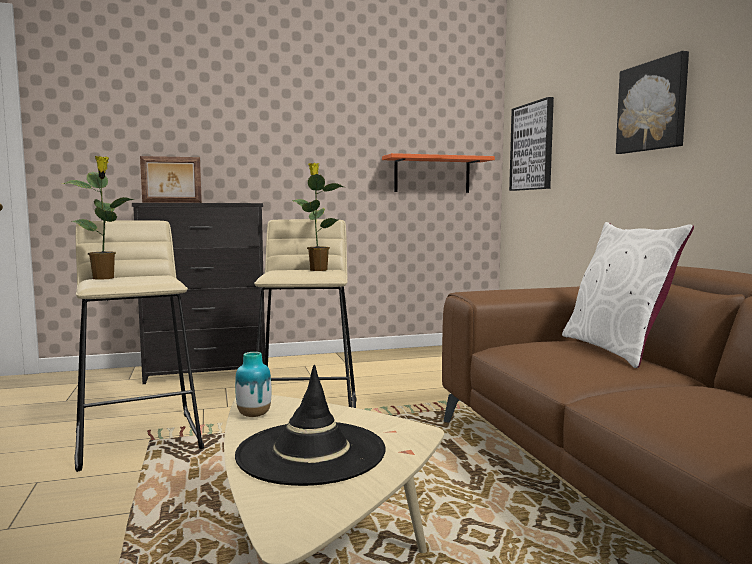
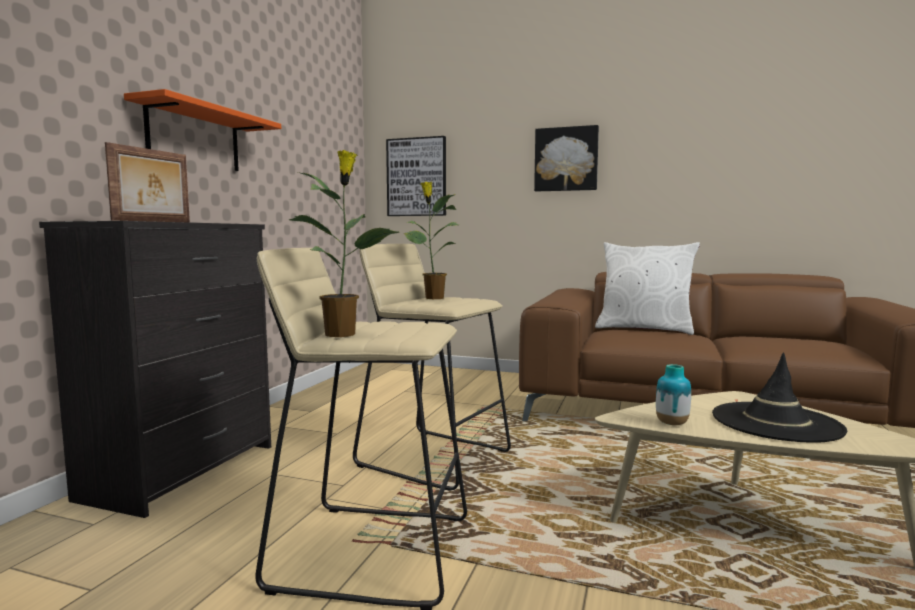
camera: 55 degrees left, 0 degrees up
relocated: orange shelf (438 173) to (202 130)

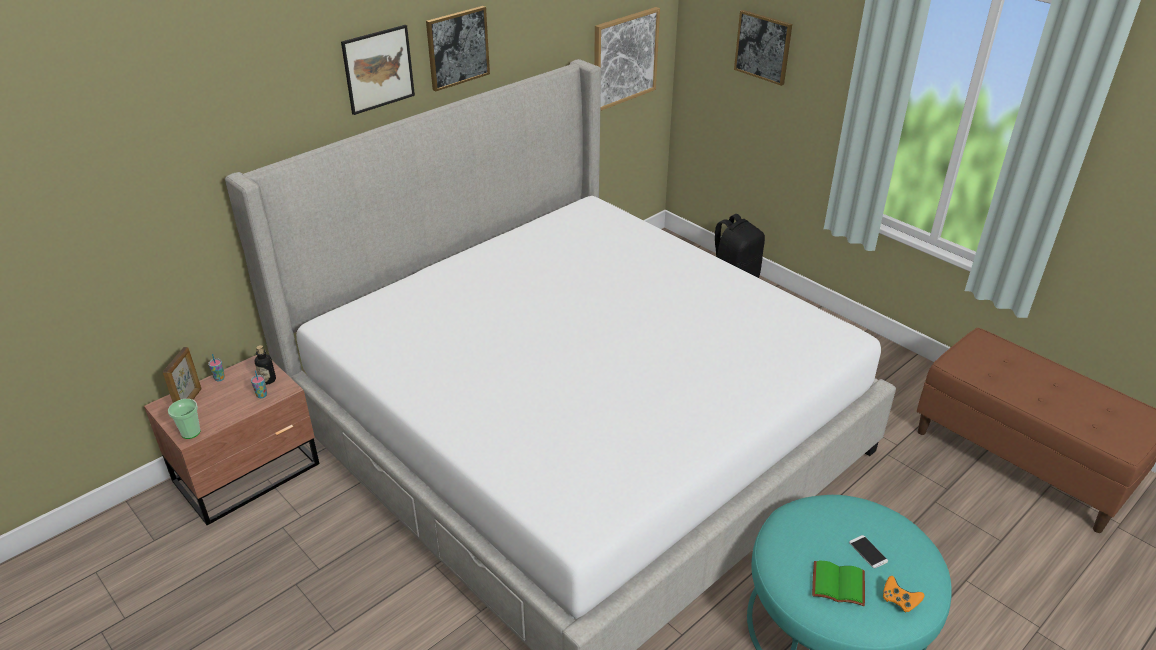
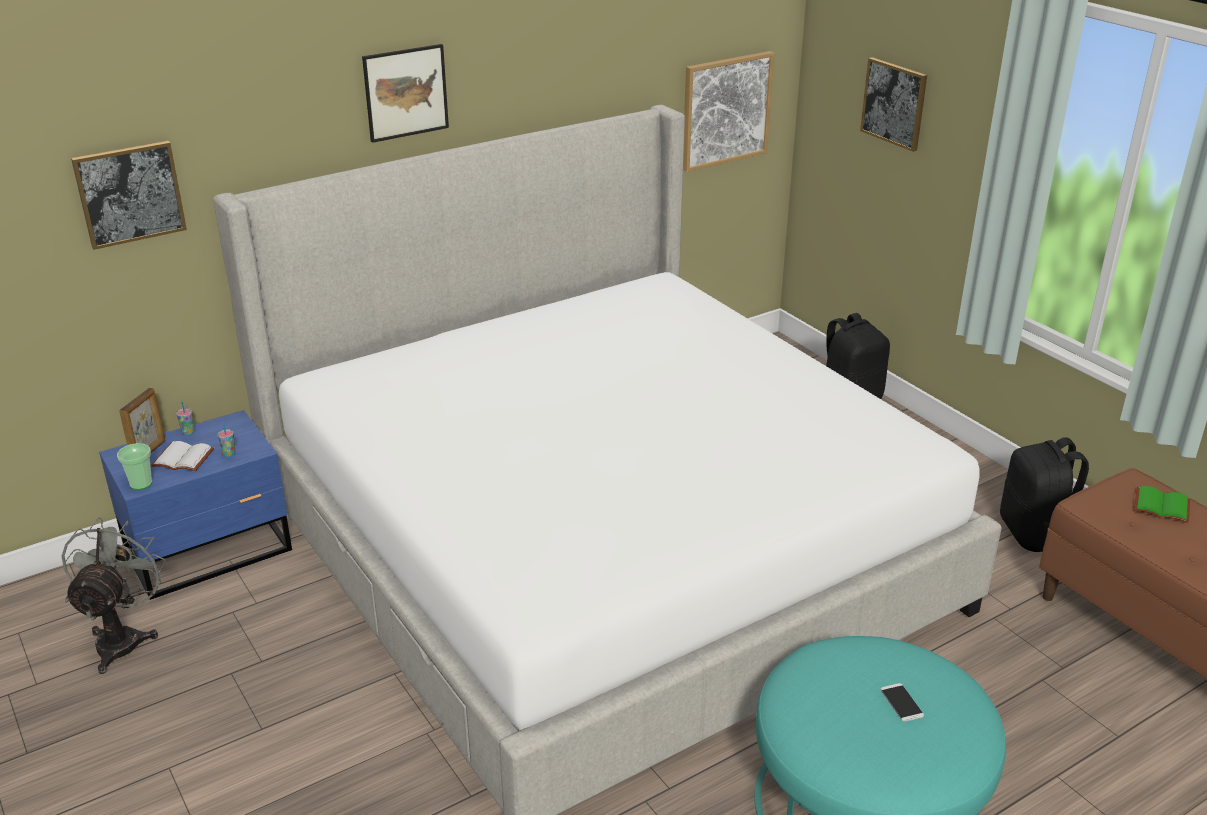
camera: 10 degrees right, 5 degrees down
missing: bottle (265 365); orange game controller (904 594)
appeared: grey fan (114 596); white book (182 456); black backpack (1044 494)
relocated: picture (458 49) to (129 195); green book (838 583) to (1162 504)
colour: brown nightstand (232 440) to blue nightstand (195 505)

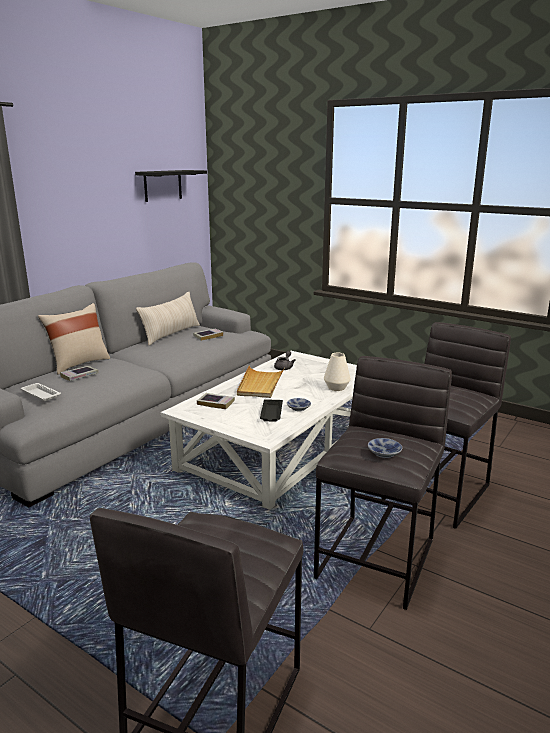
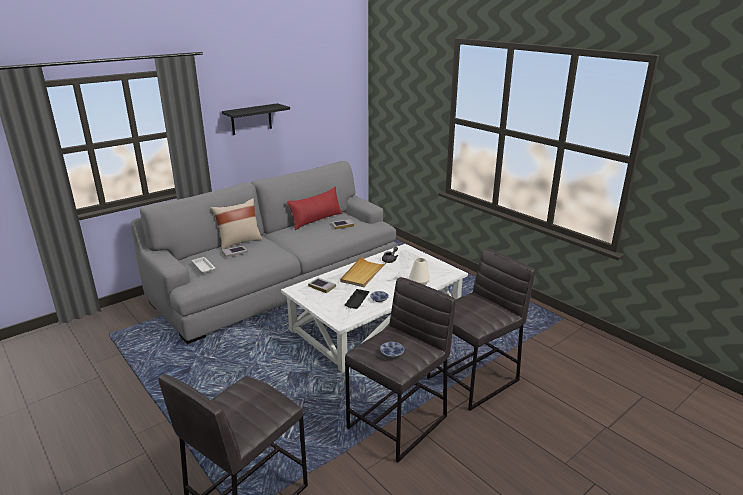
camera: 15 degrees right, 5 degrees up
relocated: black shelf (171 186) to (256 119)
colour: beige pillow (168 318) to red pillow (314 208)

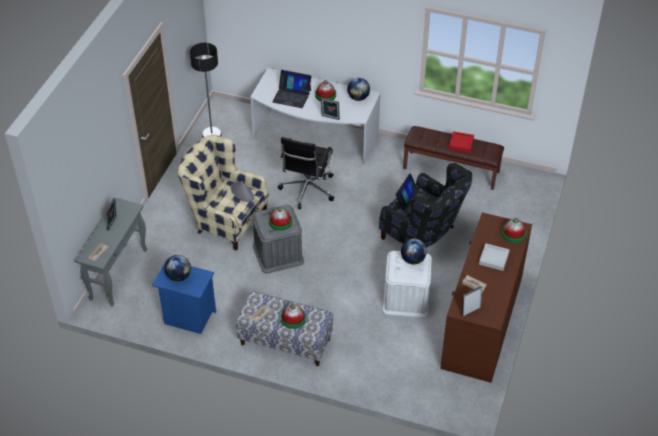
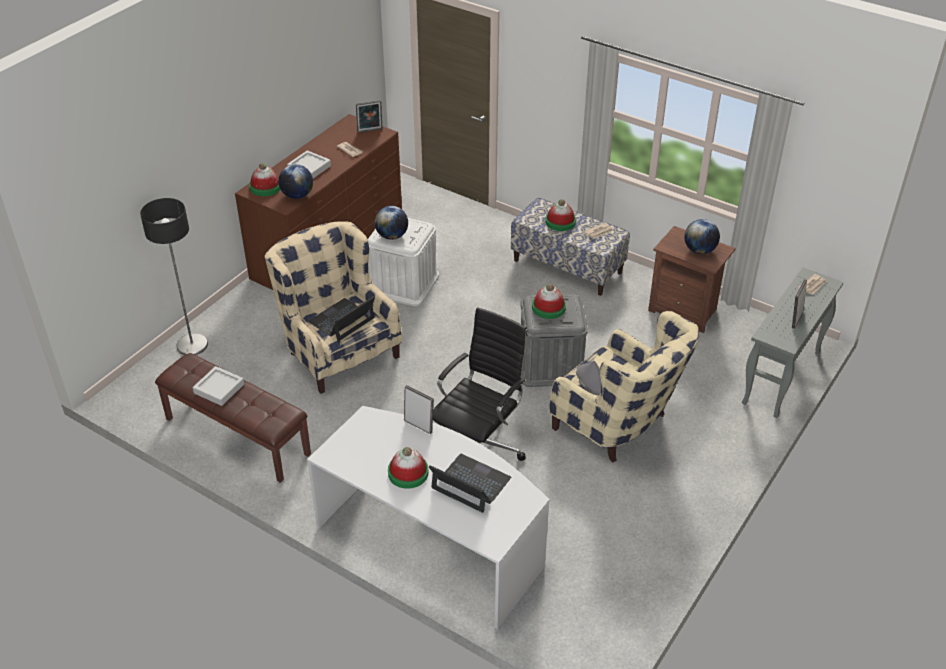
camera: 165 degrees left, 5 degrees down
relocated: floor lamp (206 90) to (174 276); globe (358 89) to (295 181)
colour: blue nightstand (184 297) to brown nightstand (692 279); black armchair (425 205) to beige armchair (333 307); red tray (461 142) to grey tray (218 386)

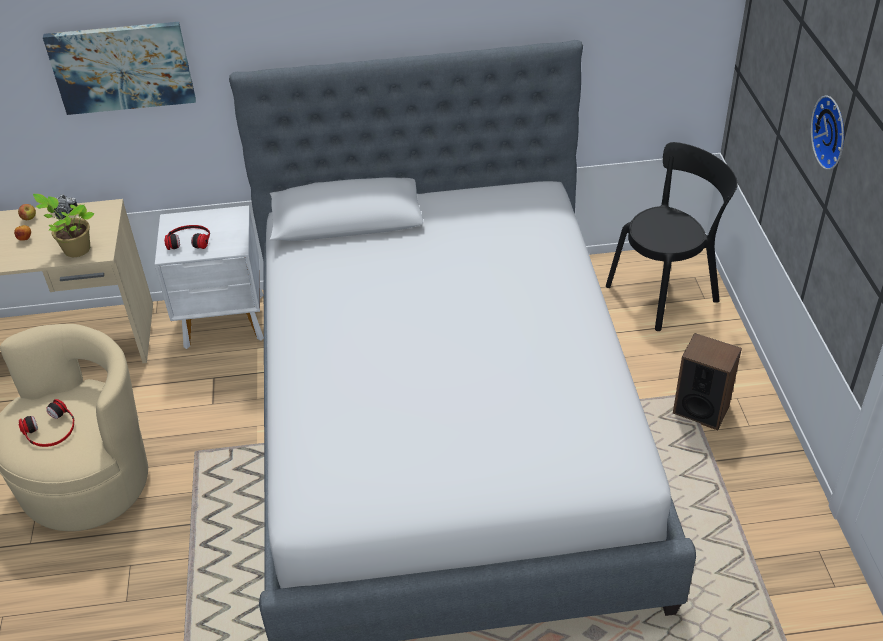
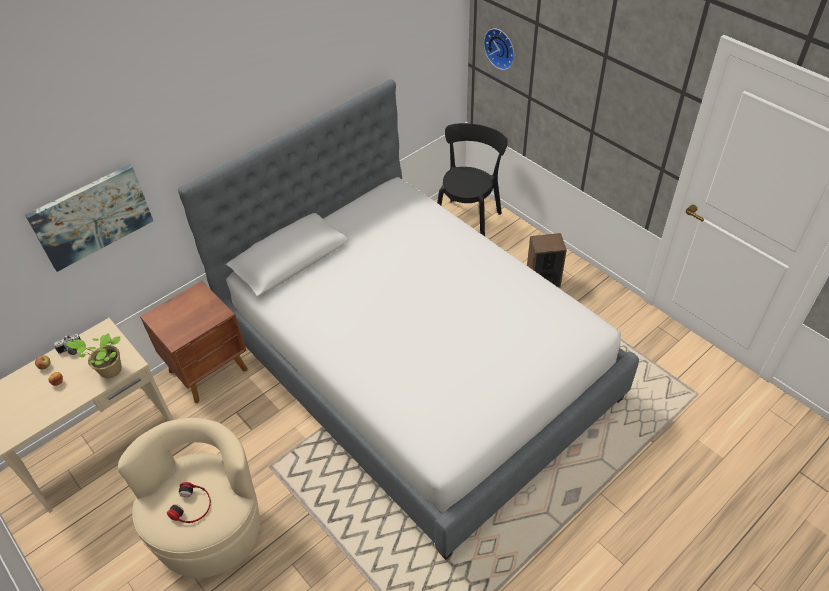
camera: 35 degrees left, 5 degrees up
missing: headphones (187 237)
relocated: wall clock (827 132) to (499 49)
colour: white nightstand (209 277) to brown nightstand (194 342)

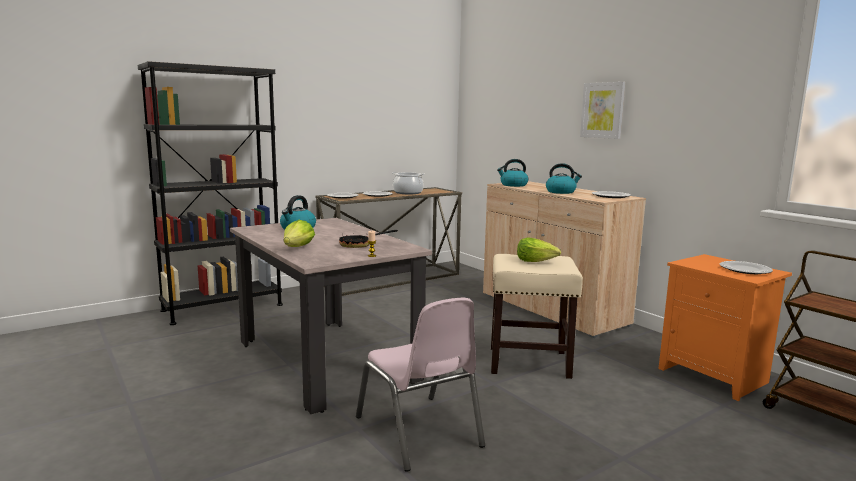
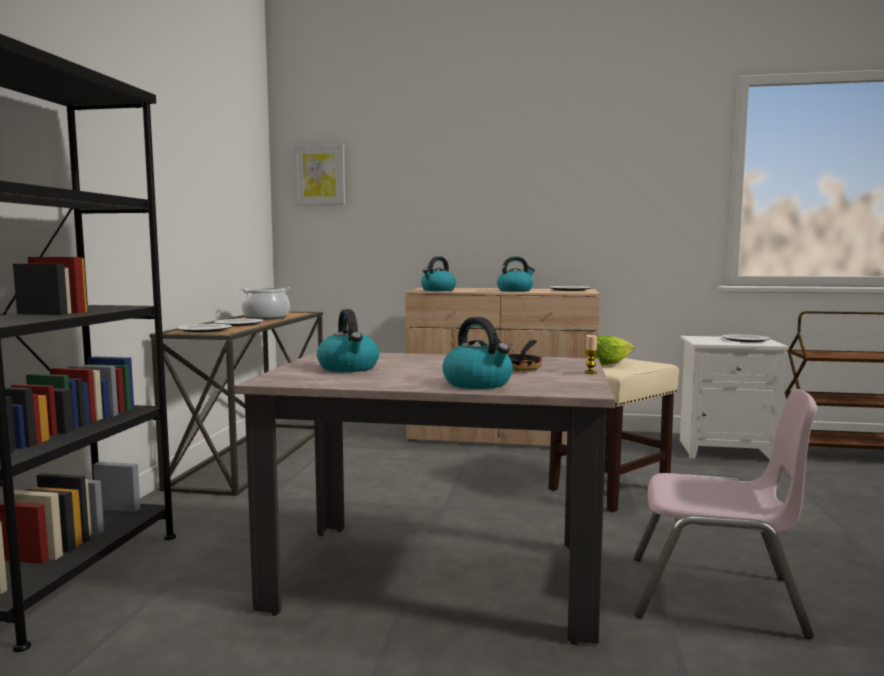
camera: 45 degrees left, 5 degrees down
relocated: picture (602 110) to (319 175)
exchanged: lettuce (299 233) to kettle (477 353)
colour: orange nightstand (725 327) to white nightstand (734 397)

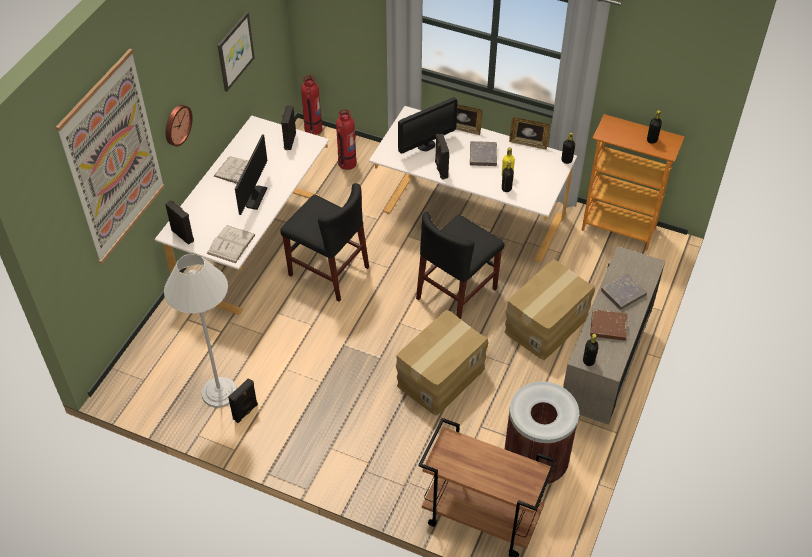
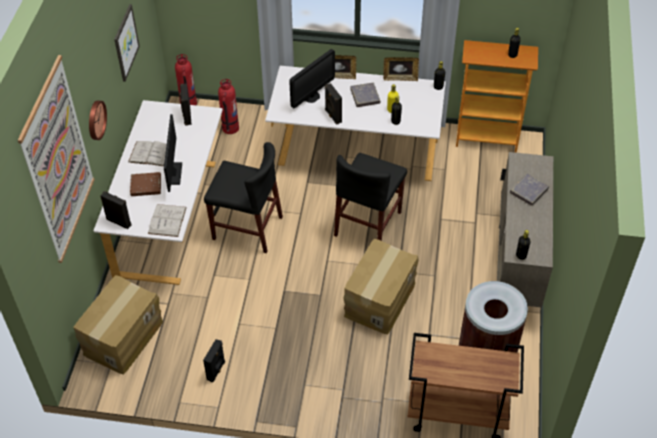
camera: 15 degrees left, 0 degrees up
missing: white floor lamp (200 330)
relocated: cardboard box (549 309) to (118 324); brown book (609 325) to (145 184)

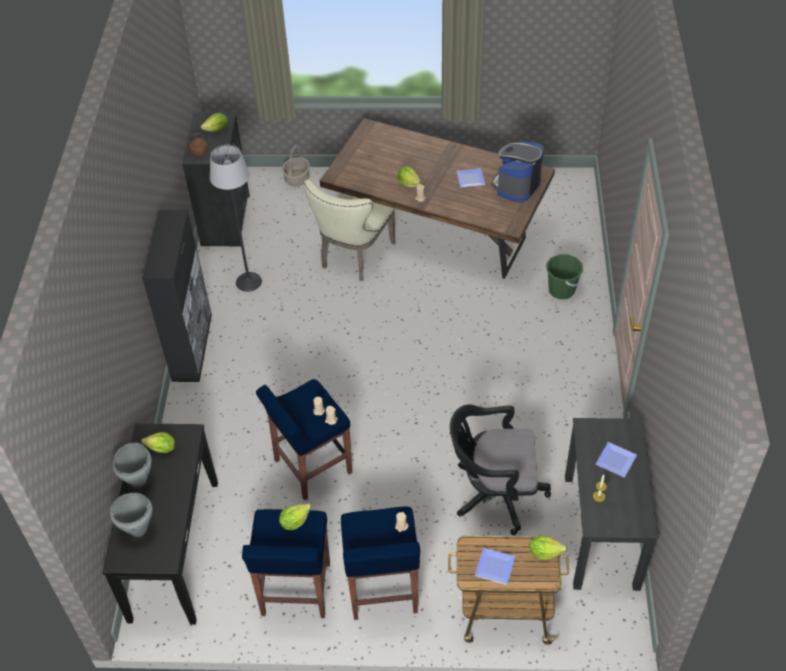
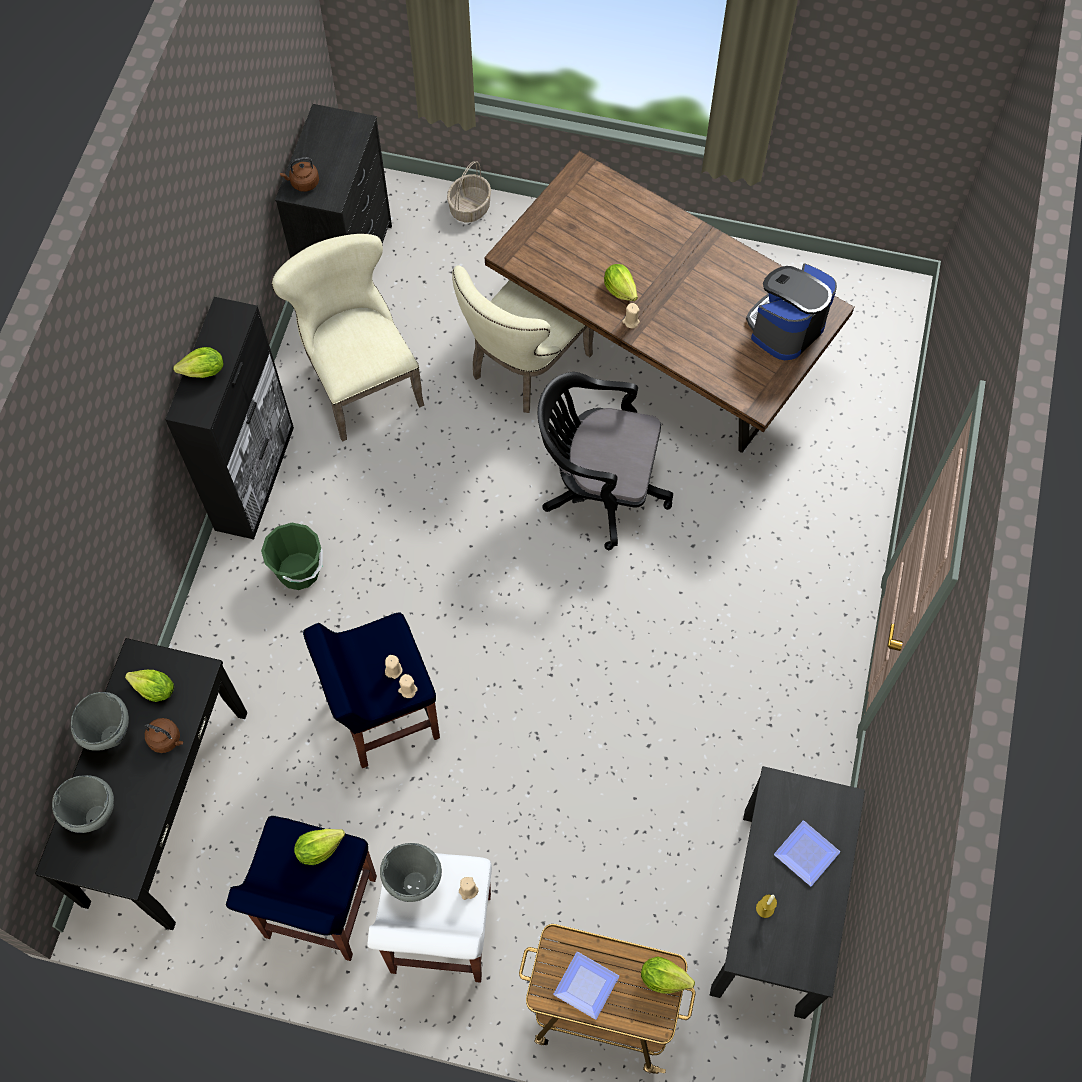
camera: 10 degrees right, 15 degrees up
missing: plate (471 178)
appeared: brown kettle (164 735); grey cooking pot (411 872)
relocated: lettuce (214 122) to (198 362); black office chair (500 469) to (605 461); green bucket (564 276) to (292 556)
exchanged: floor lamp (236 218) to beige chair (348 337)
colour: blue stool (380 563) to white stool (429 916)

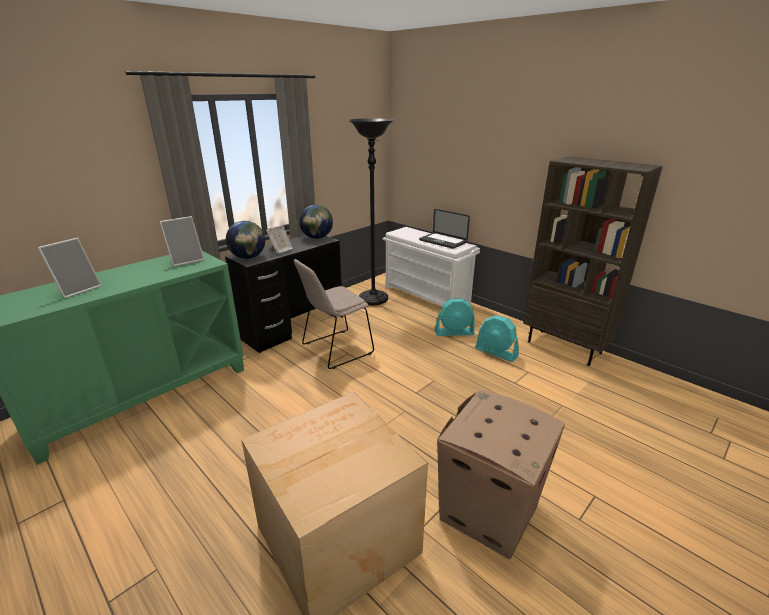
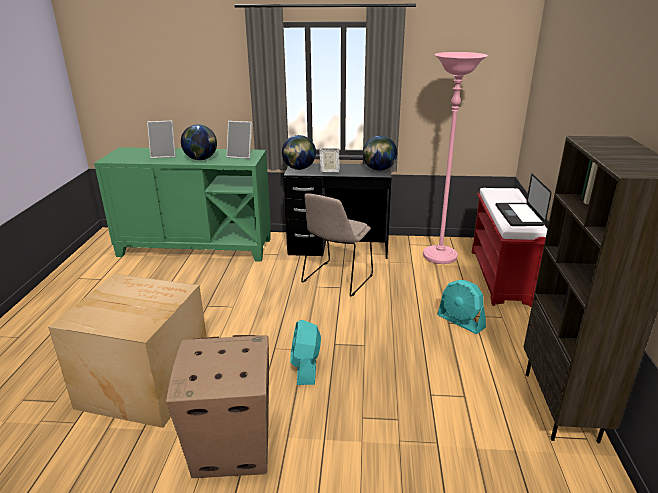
camera: 50 degrees right, 0 degrees up
appeared: globe (199 142)
relocated: turquoise fan (497 338) to (305 352)
colour: black floor lamp (371 212) to pink floor lamp (455 158); white bench (431 266) to red bench (509 247)
spun: beige chair (334 314) = (337 244) 75 degrees counterclockwise

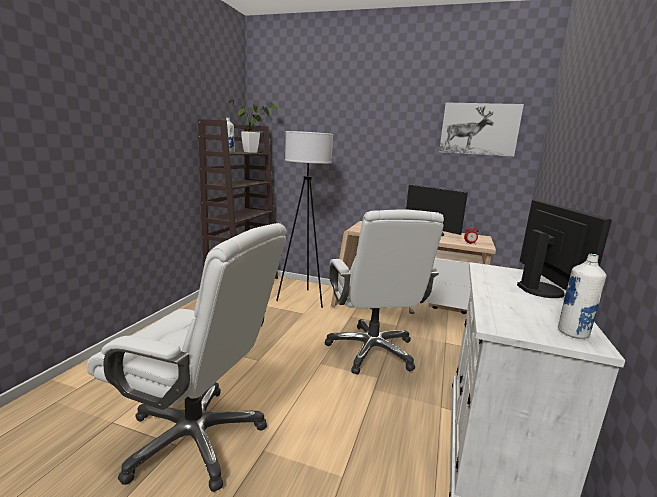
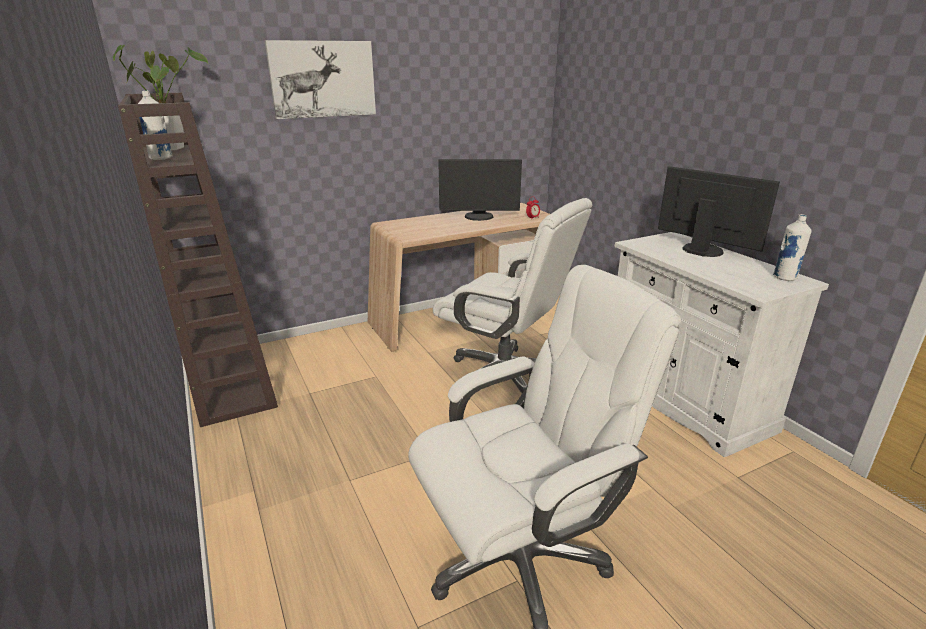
camera: 45 degrees left, 10 degrees up
missing: white floor lamp (304 219)
relocated: picture (481 129) to (320 79)

